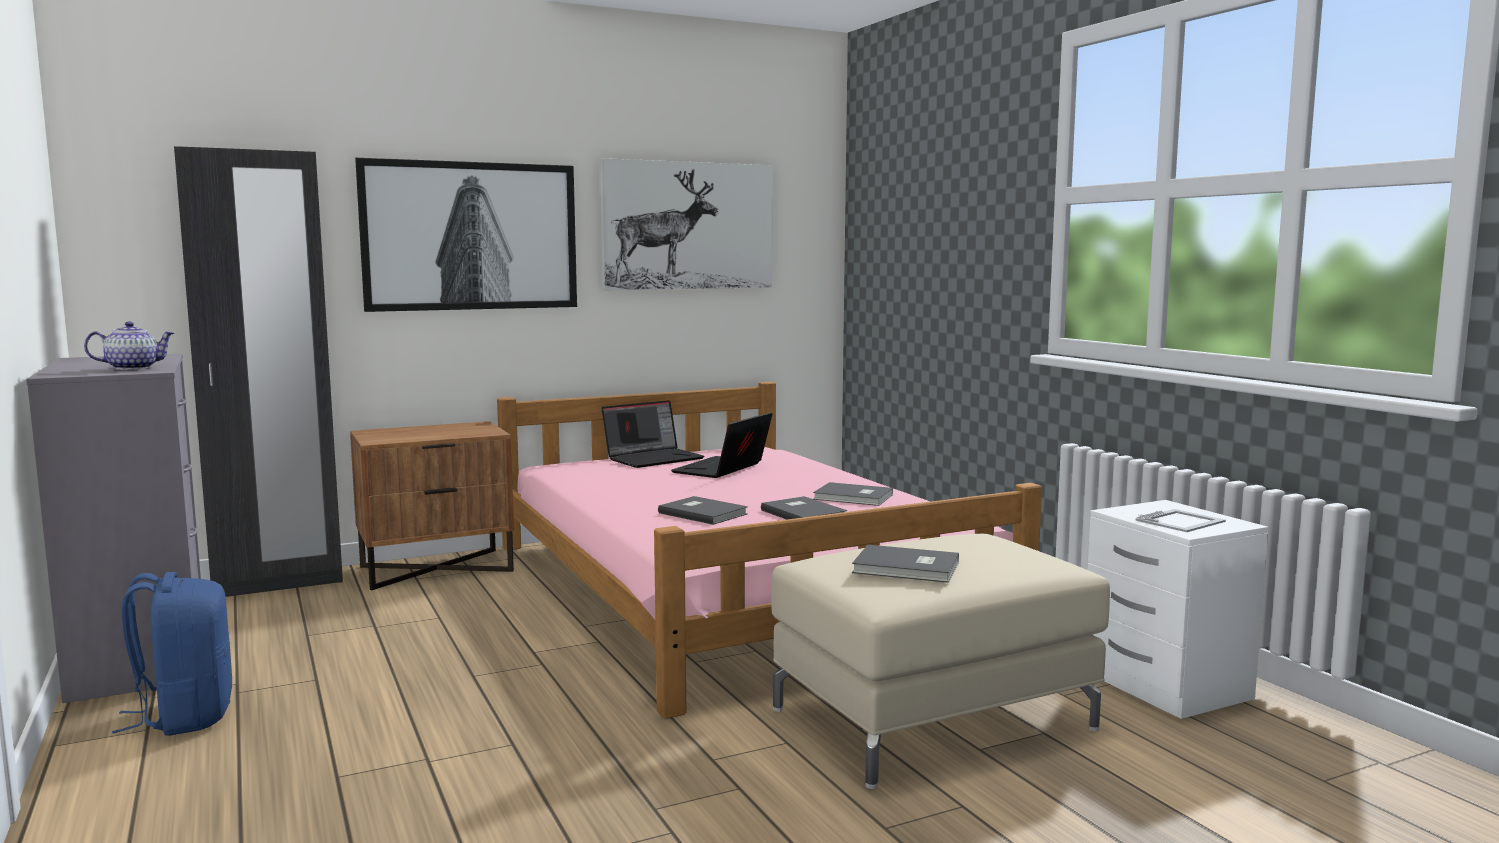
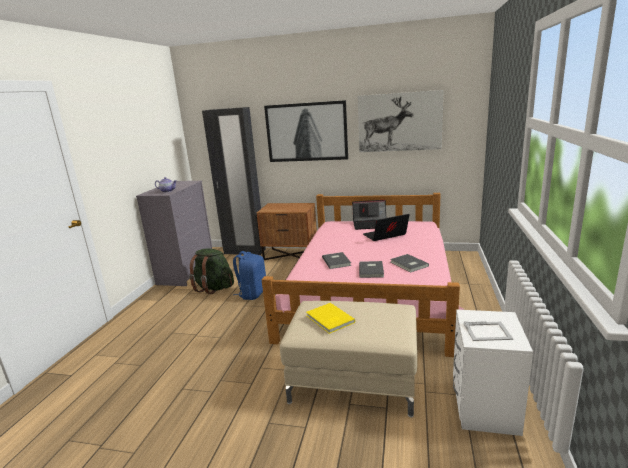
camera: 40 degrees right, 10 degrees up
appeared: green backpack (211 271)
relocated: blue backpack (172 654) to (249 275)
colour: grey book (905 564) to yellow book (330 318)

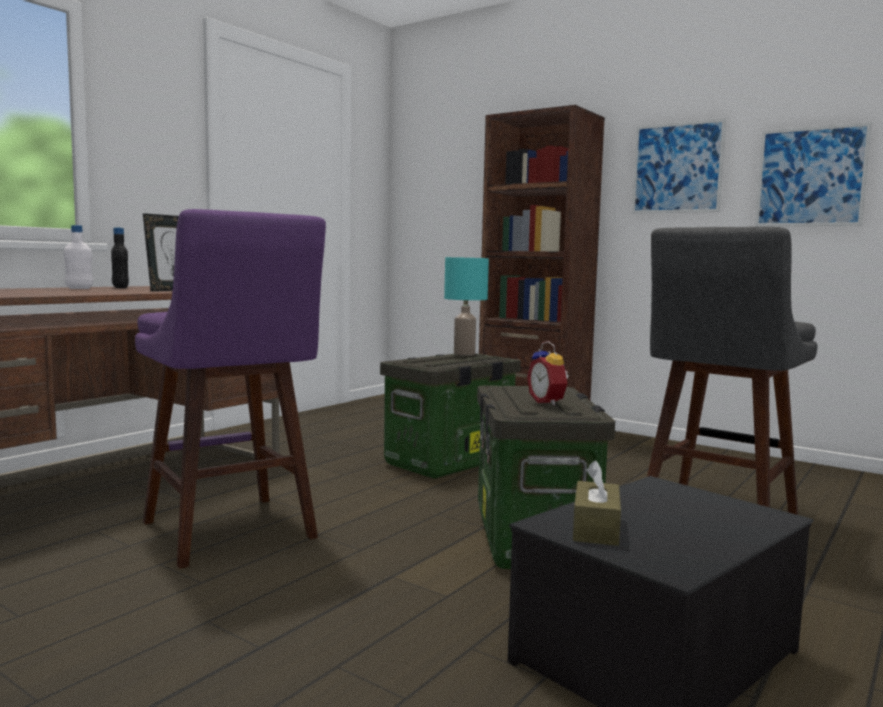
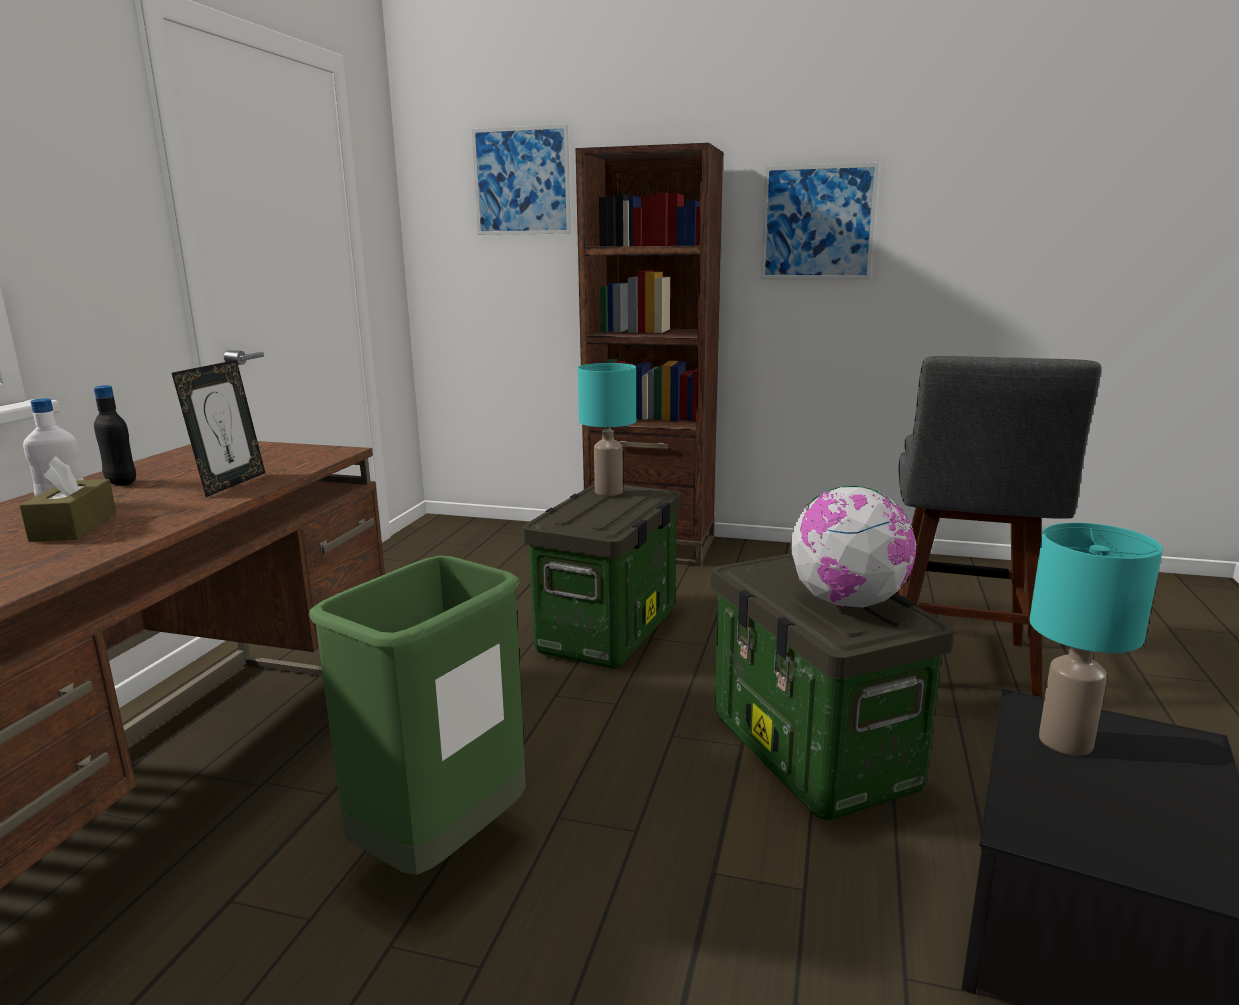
camera: 20 degrees left, 10 degrees up
appeared: turquoise table lamp (1096 639)
relocated: brown tissue box (597 503) to (68 499); picture (813 174) to (521 179)
exchanged: purple stool (230 389) to green trash can (417 715); alarm clock (548 373) to globe (853 547)

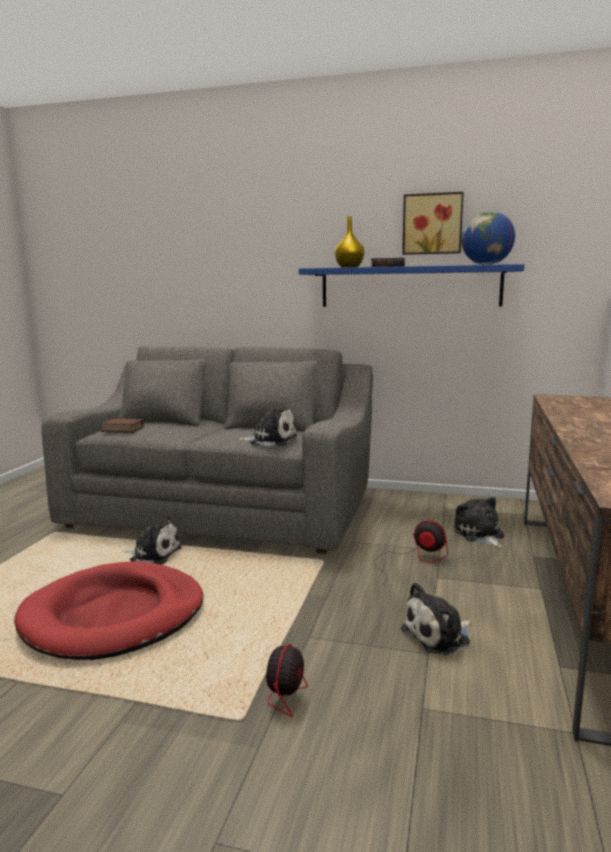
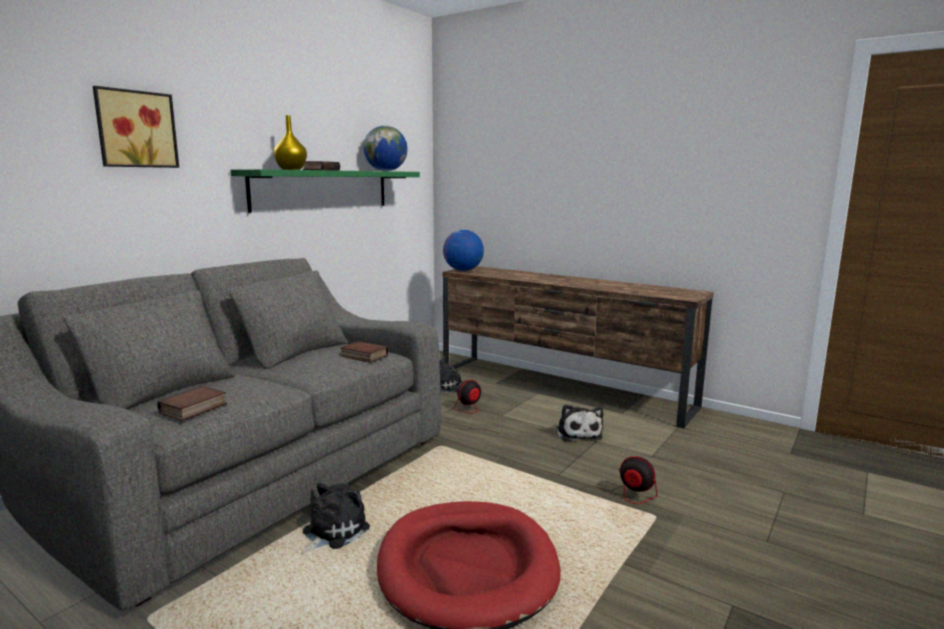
camera: 70 degrees left, 0 degrees up
appeared: globe (463 250)
relocated: picture (433 223) to (136 127)
exchanged: plush toy (267 426) to book (364 352)
colour: blue shelf (411 285) to green shelf (325 191)

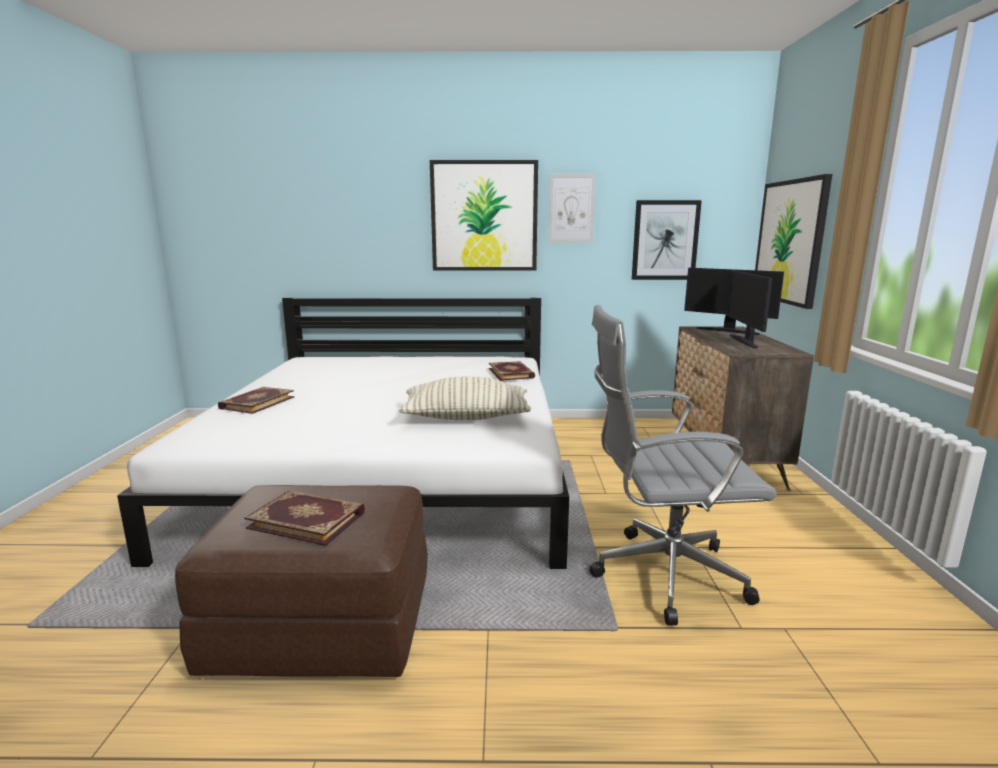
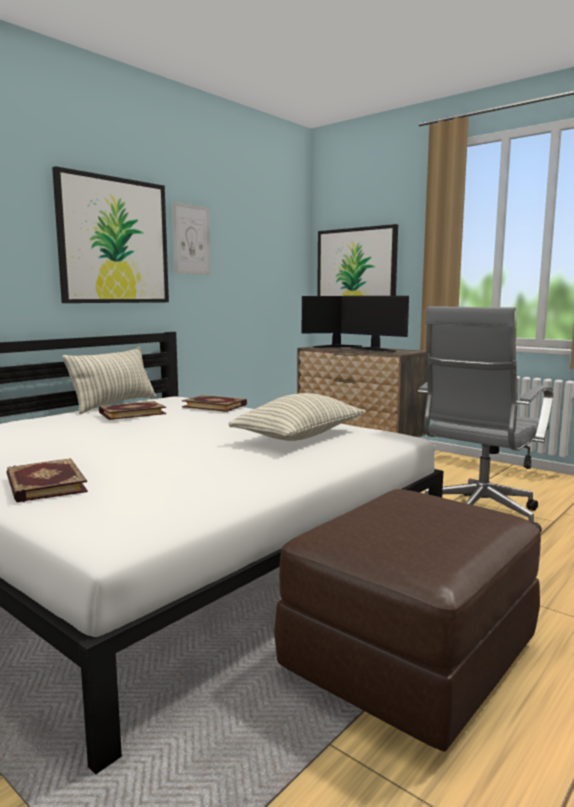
camera: 50 degrees left, 5 degrees down
missing: picture (667 240)
appeared: pillow (109 380)
relocated: book (304 518) to (132 410)

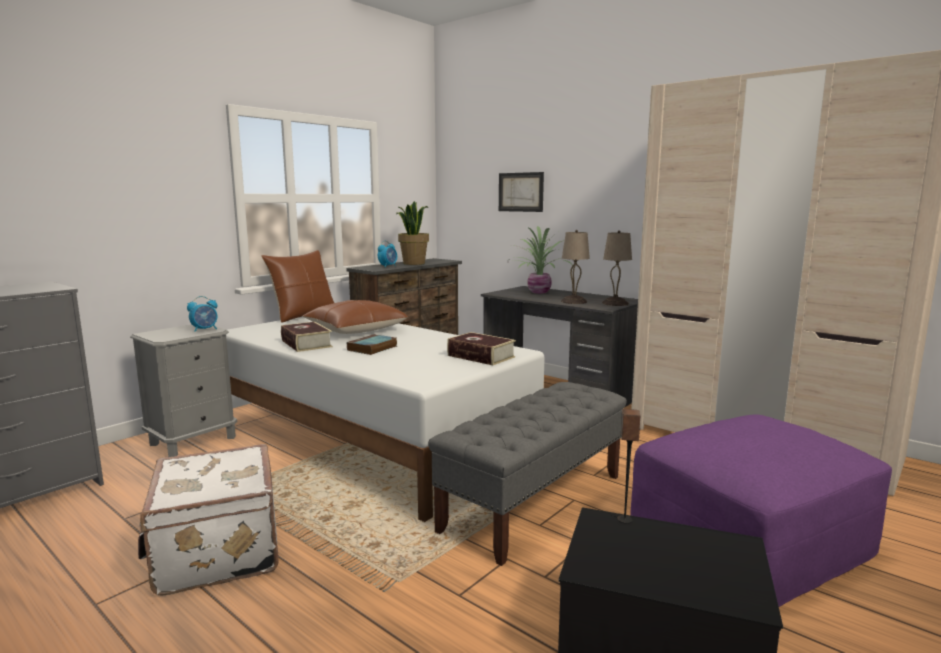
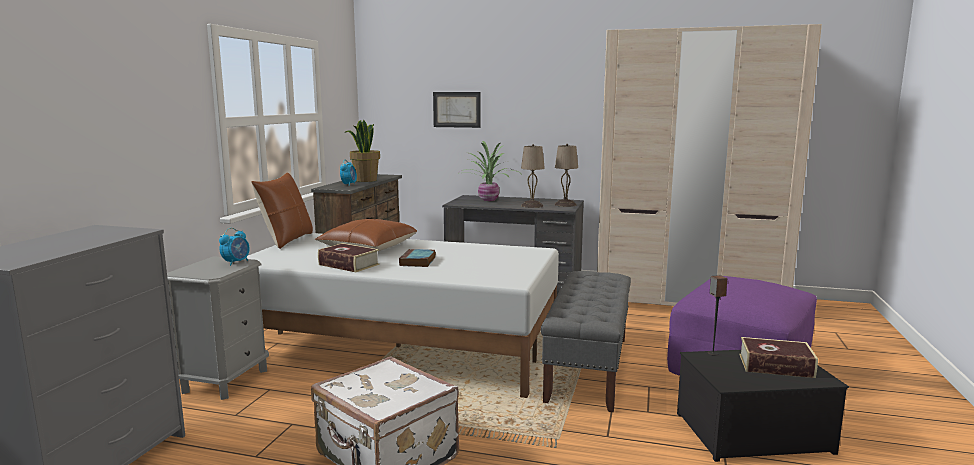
camera: 25 degrees left, 0 degrees up
relocated: book (481 348) to (778 357)

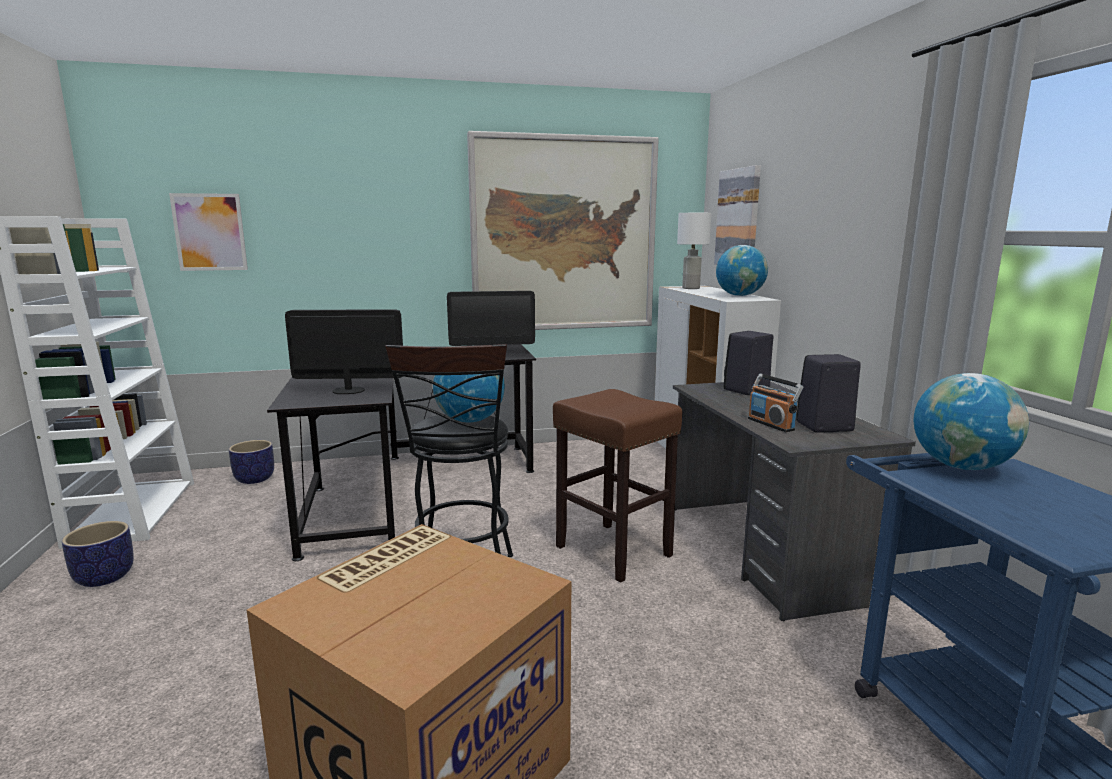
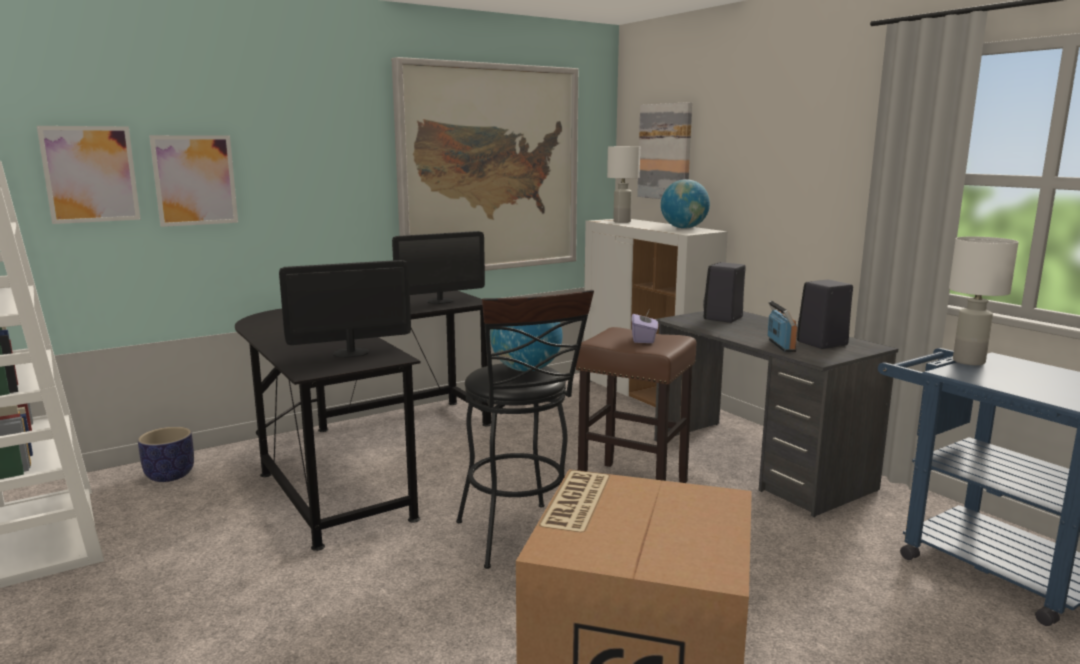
camera: 20 degrees left, 0 degrees up
missing: planter (98 554)
appeared: picture (193 181); purple tissue box (645 325)
exchanged: globe (971 421) to white table lamp (983 301)
spun: radio (775 403) = (782 326) 135 degrees counterclockwise

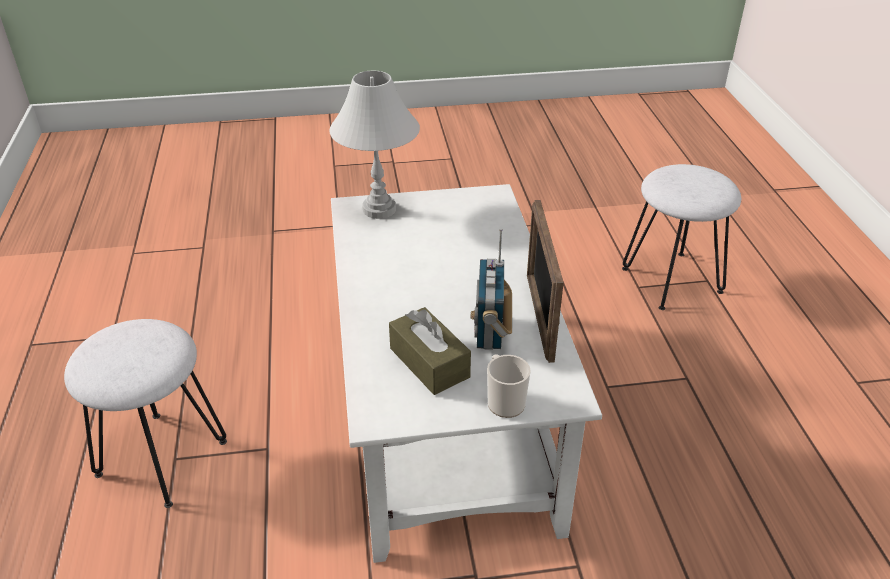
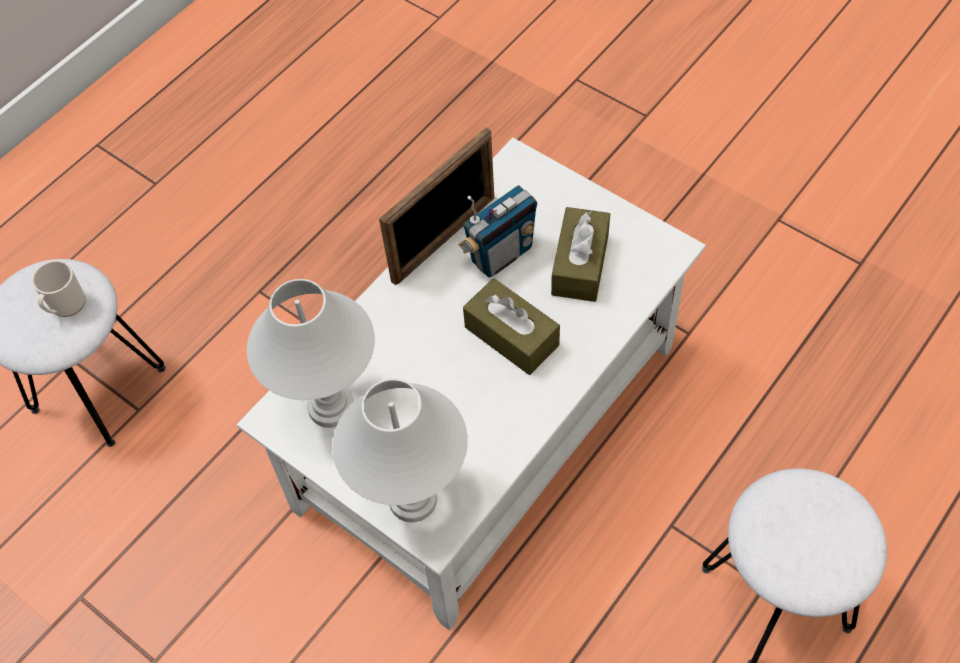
camera: 130 degrees left, 20 degrees up
appeared: white table lamp (311 353); brown tissue box (511 326)
relocated: mug (509 386) to (59 288)

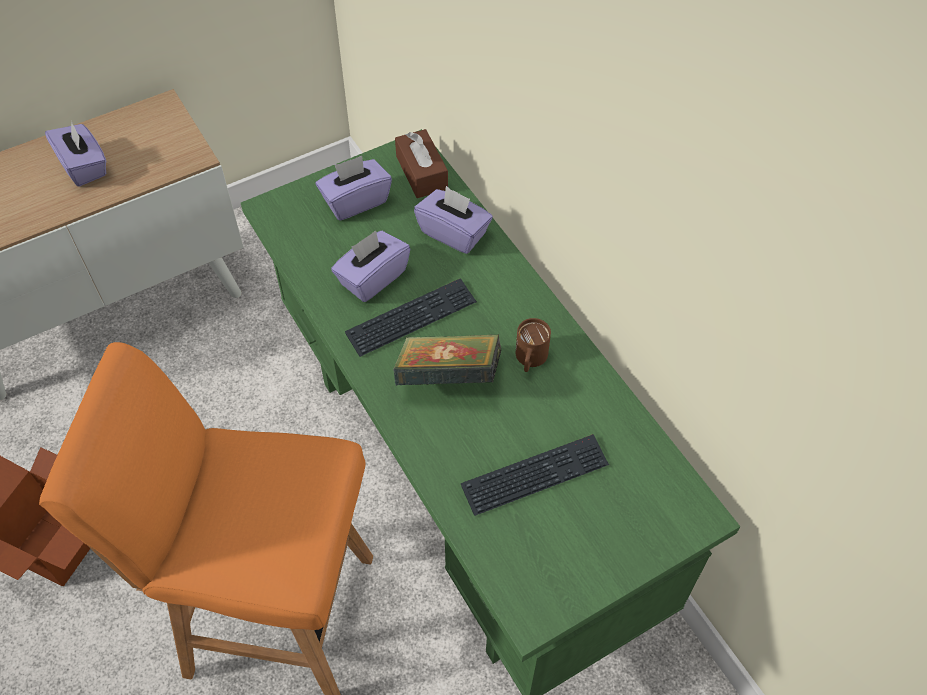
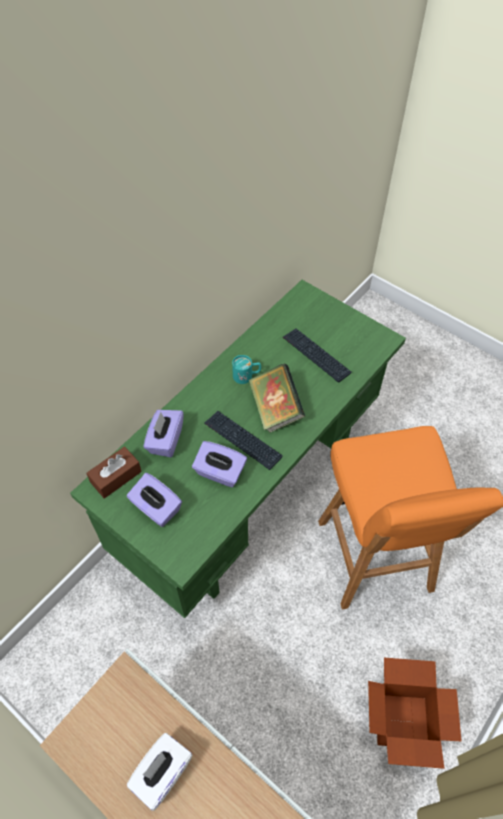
camera: 110 degrees left, 0 degrees up
colour: purple tissue box (75 153) to white tissue box (159 772); brown mug (533 345) to turquoise mug (246 369)

